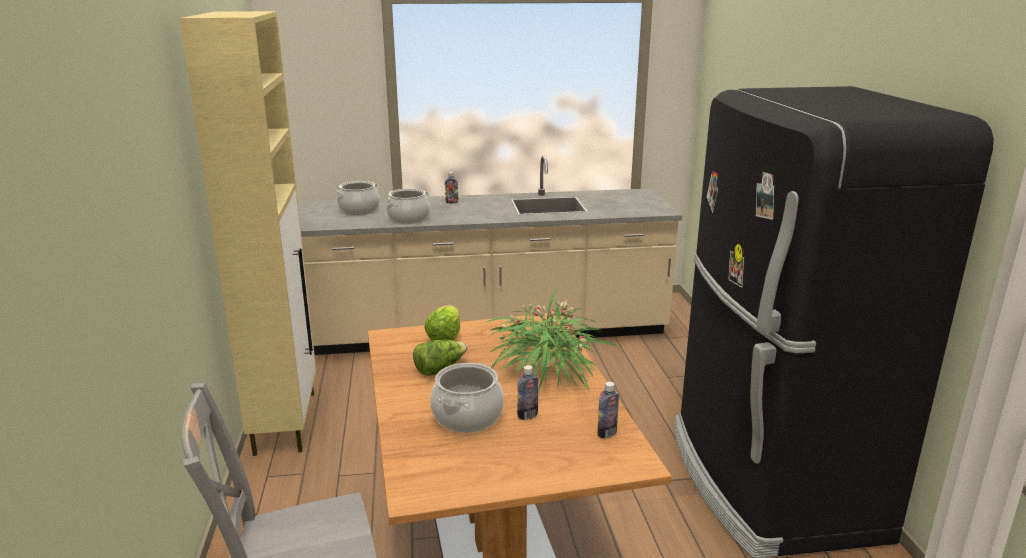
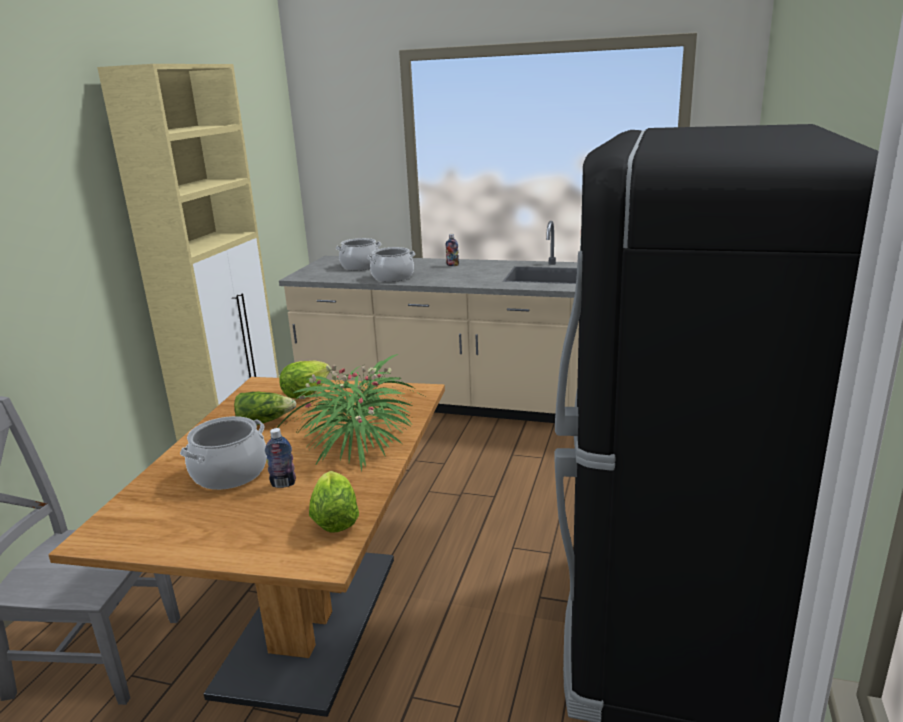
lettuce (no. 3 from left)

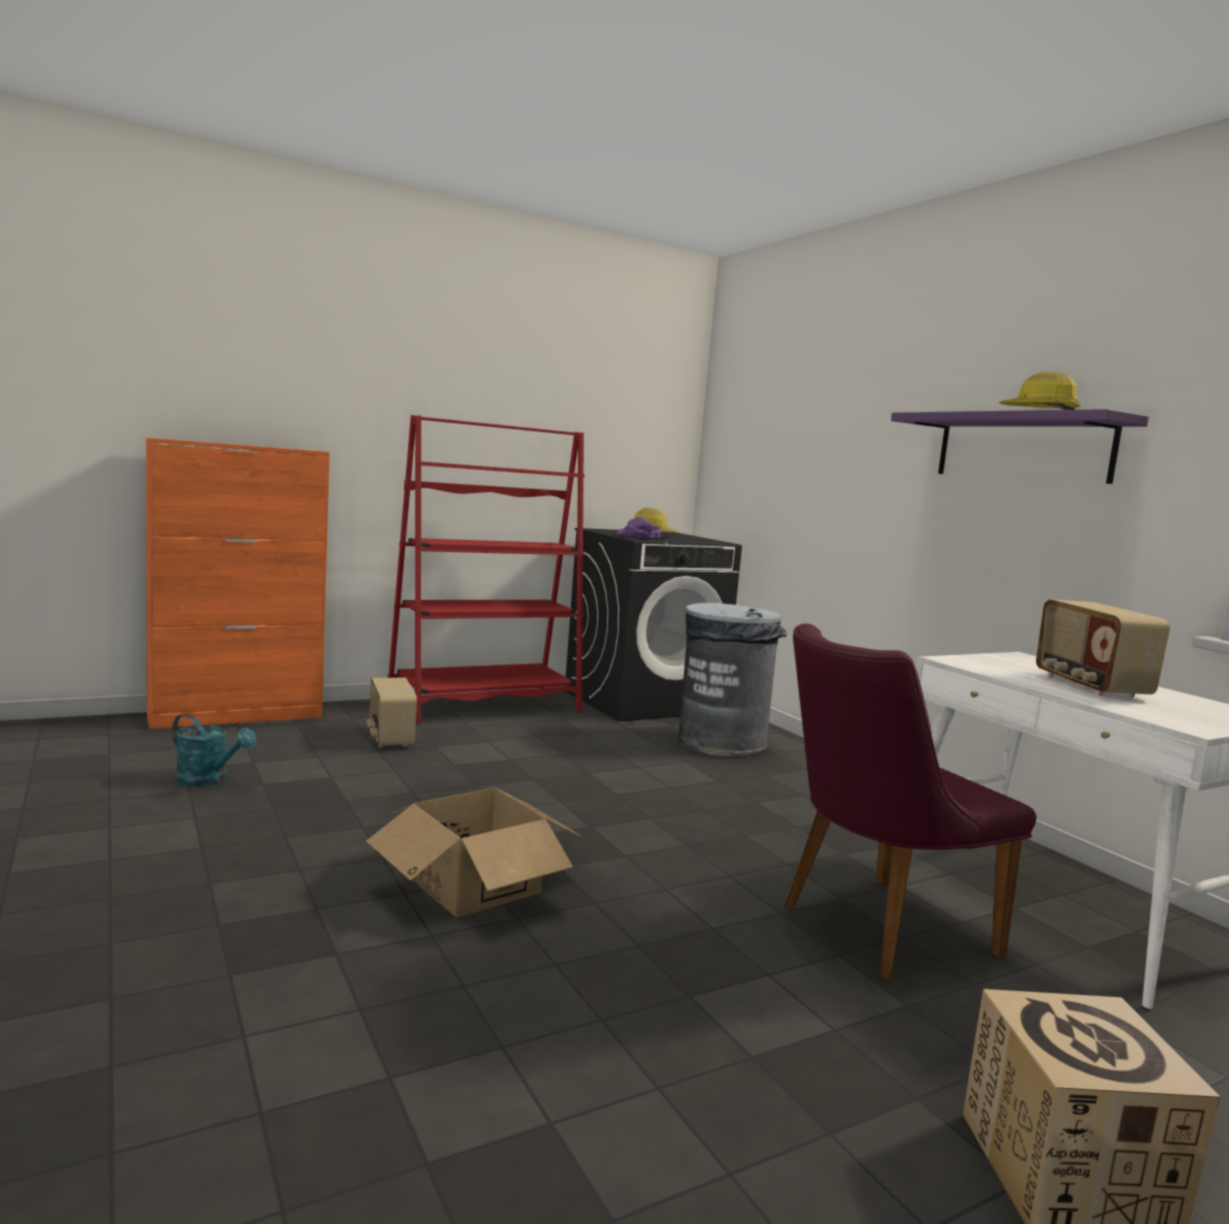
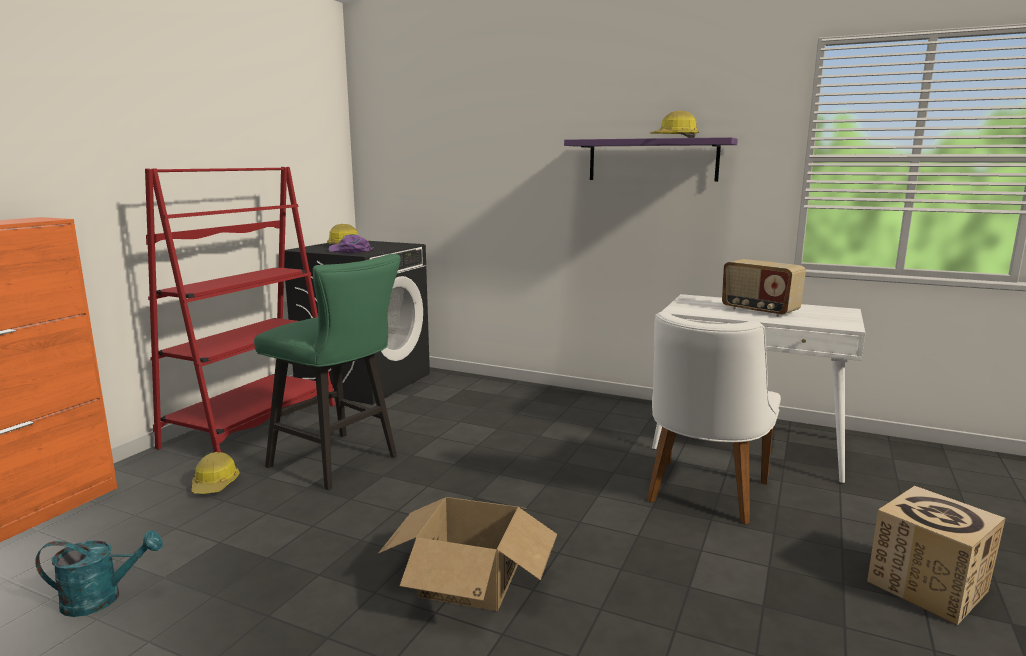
grey trash can; green stool; hard hat (no. 1 from left); white chair

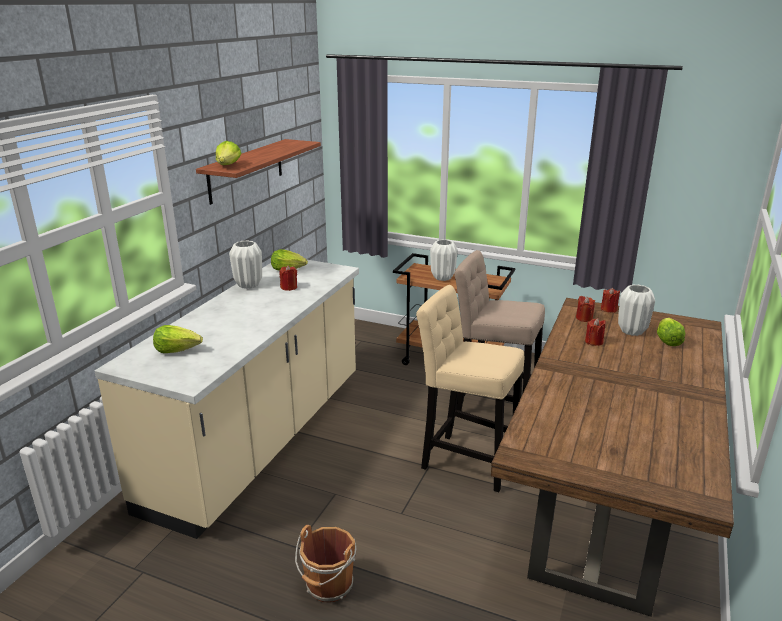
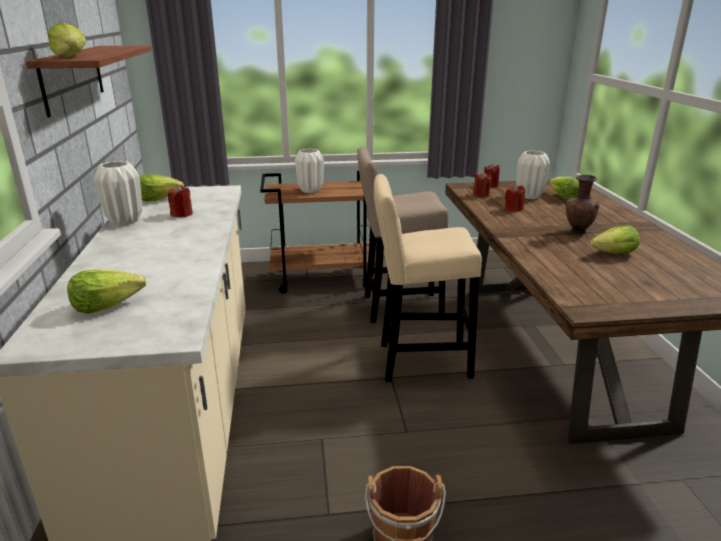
brown vase; lettuce (no. 5 from left)

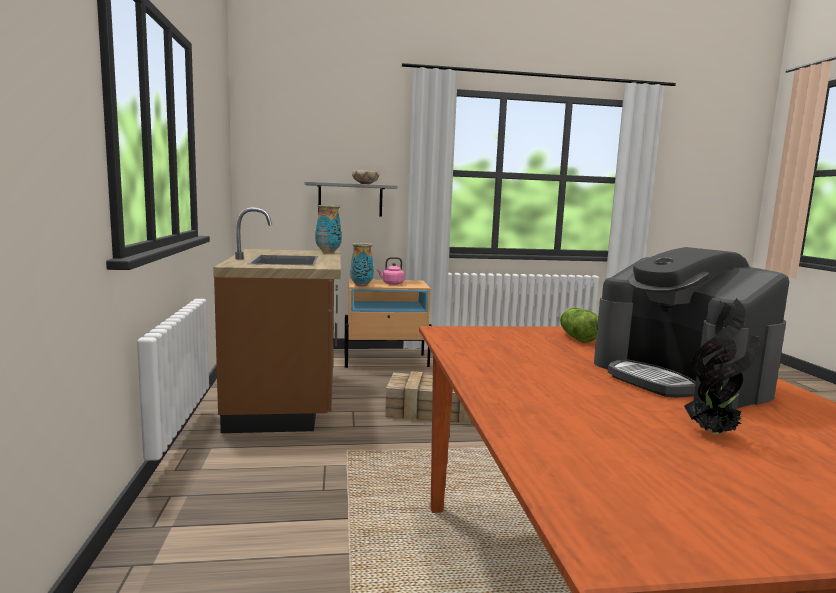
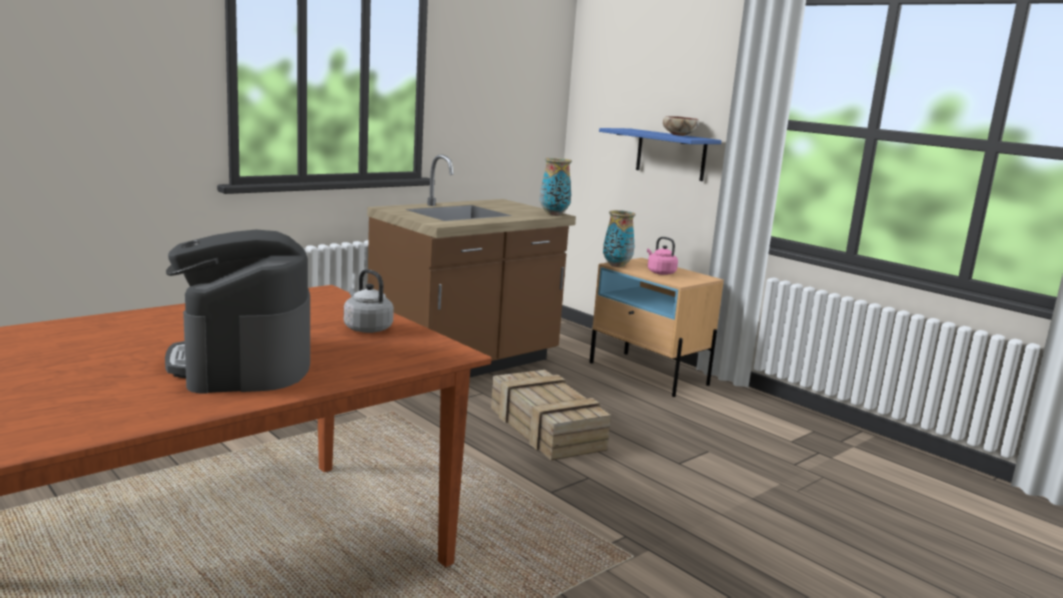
potted plant; grey kettle; blue shelf; coffee machine

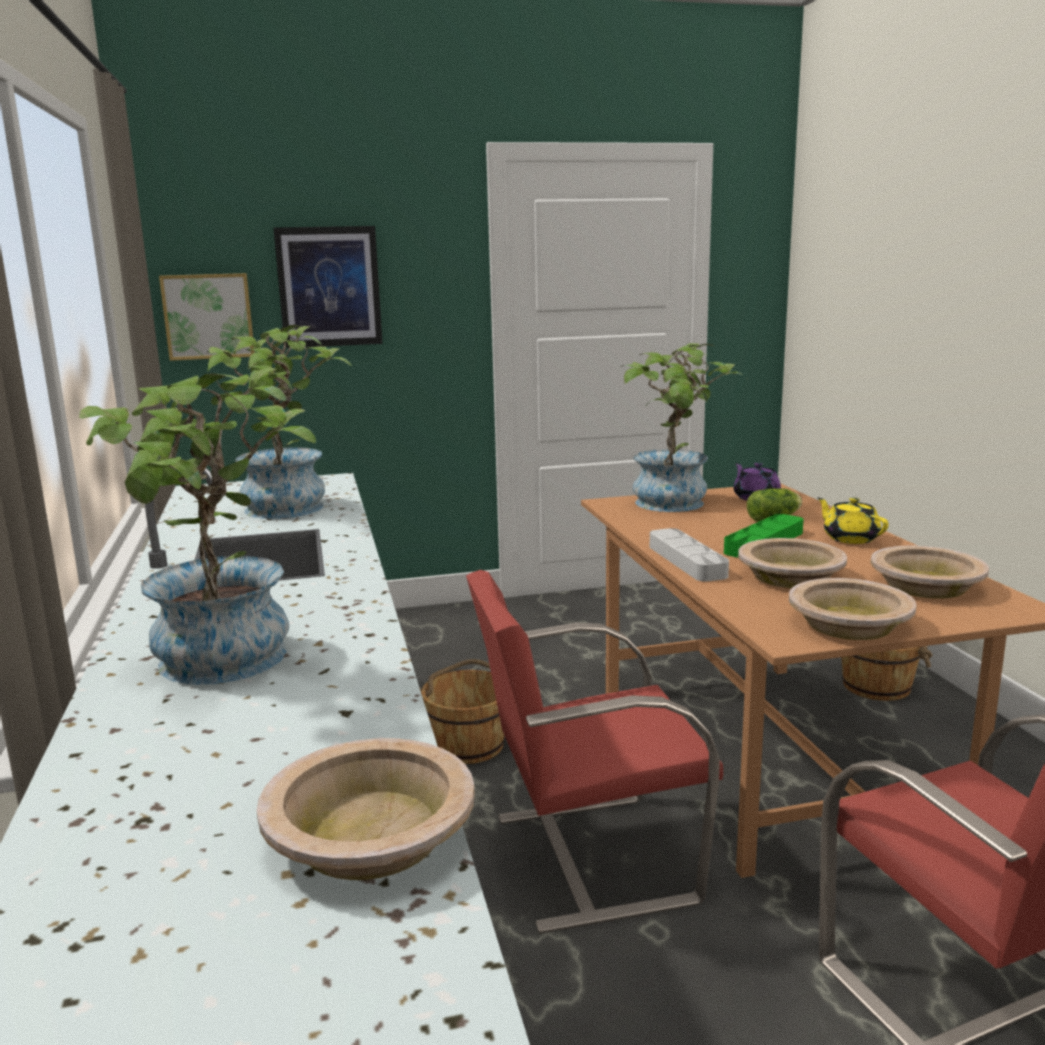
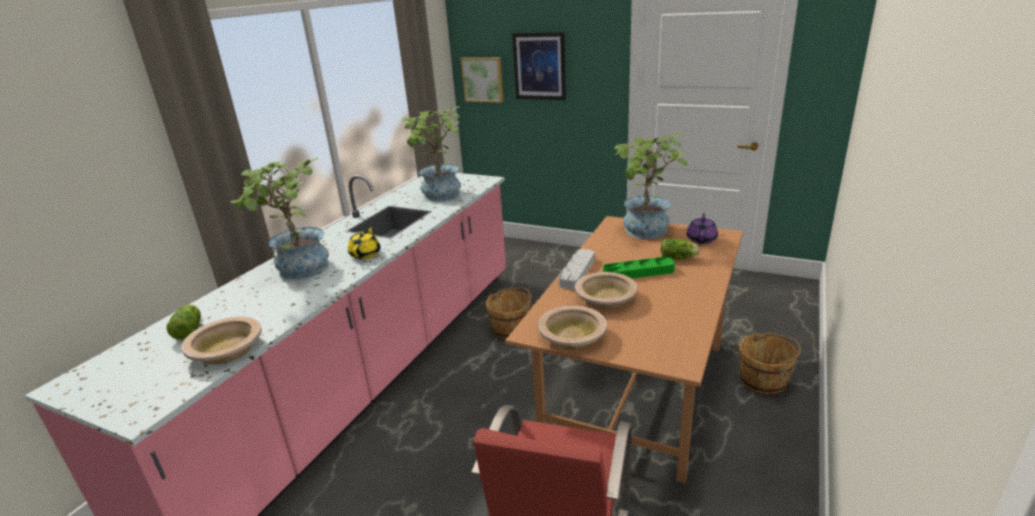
red chair (no. 1 from left in the first image); beige bowl (no. 4 from left in the first image); lettuce (no. 1 from left); yellow teapot

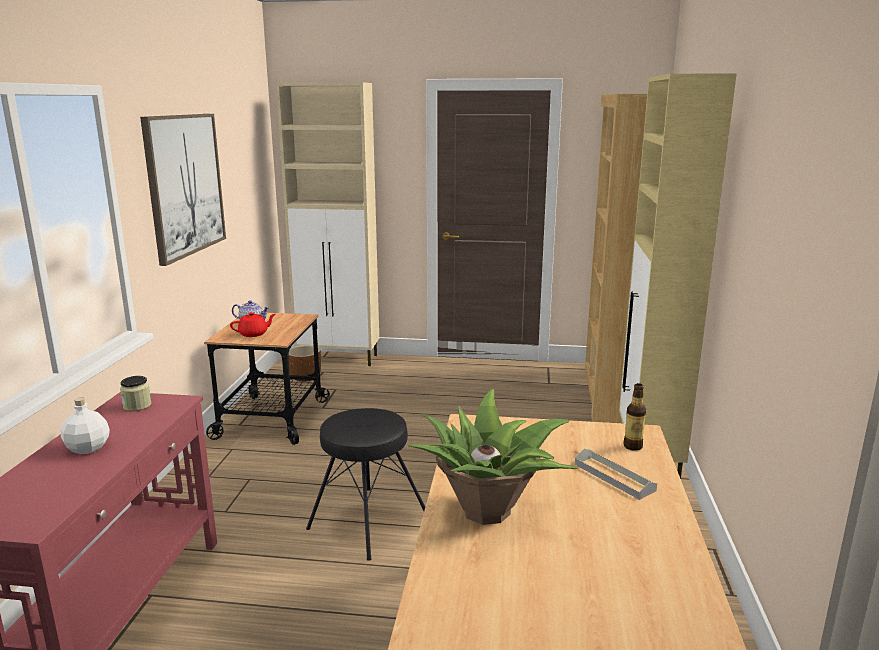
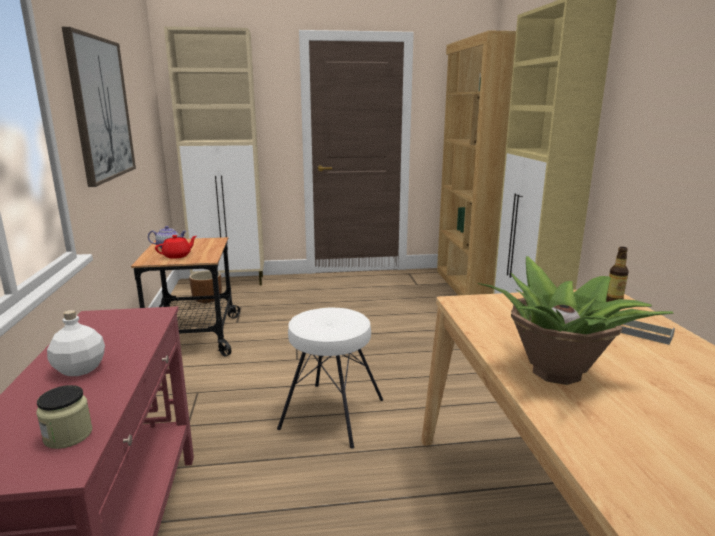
jar; white stool

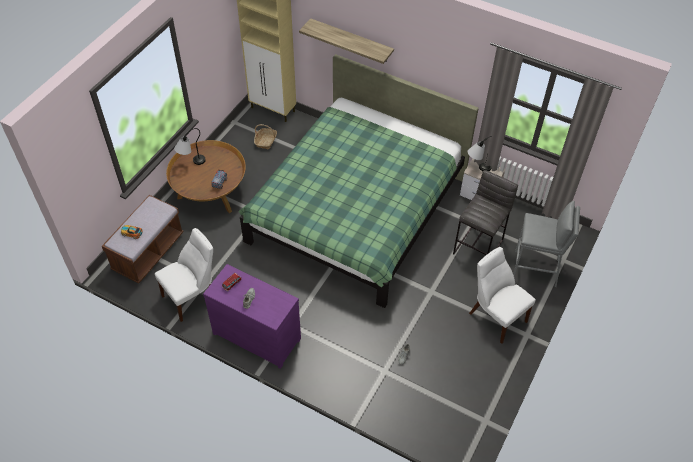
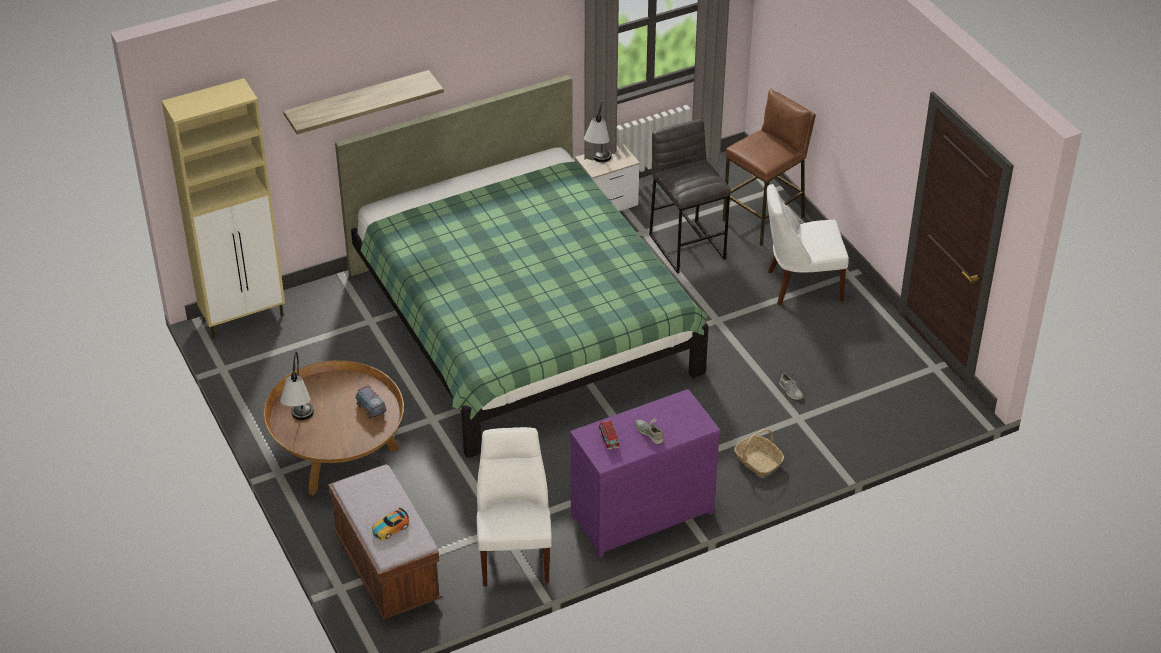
basket; brown stool

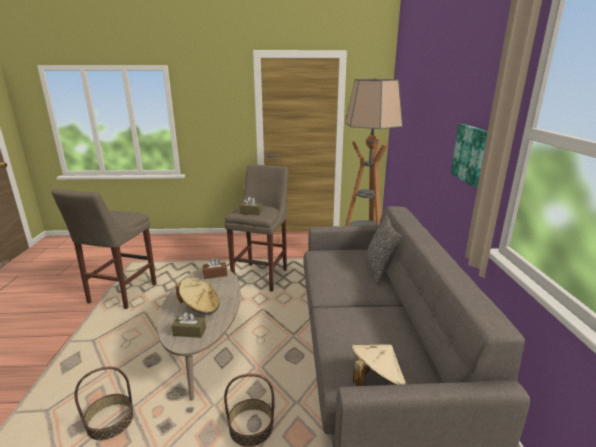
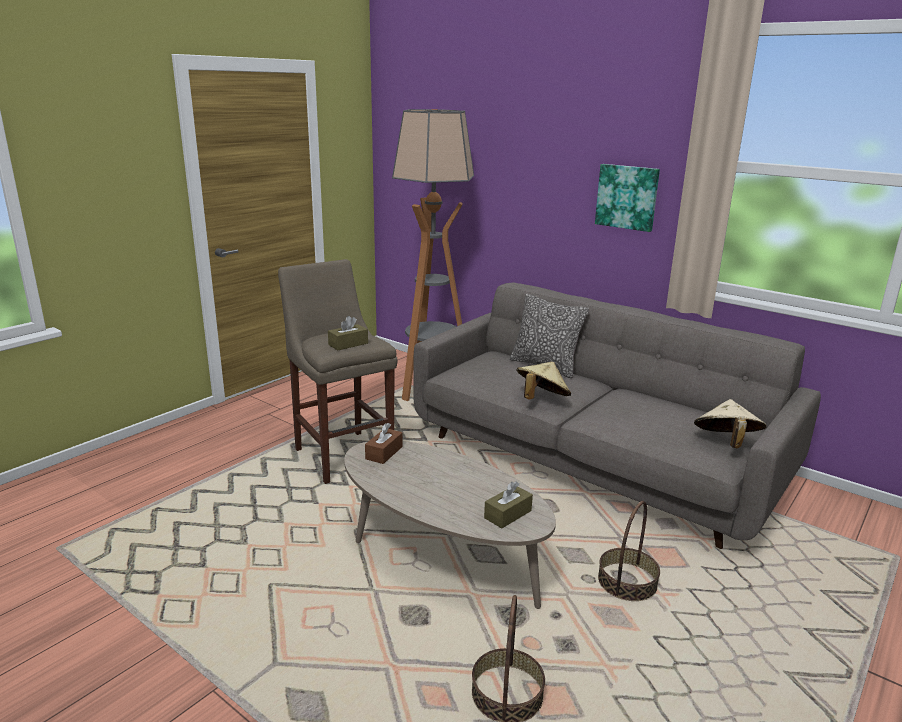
beige stool (no. 1 from left in the first image); beige hat (no. 1 from left)

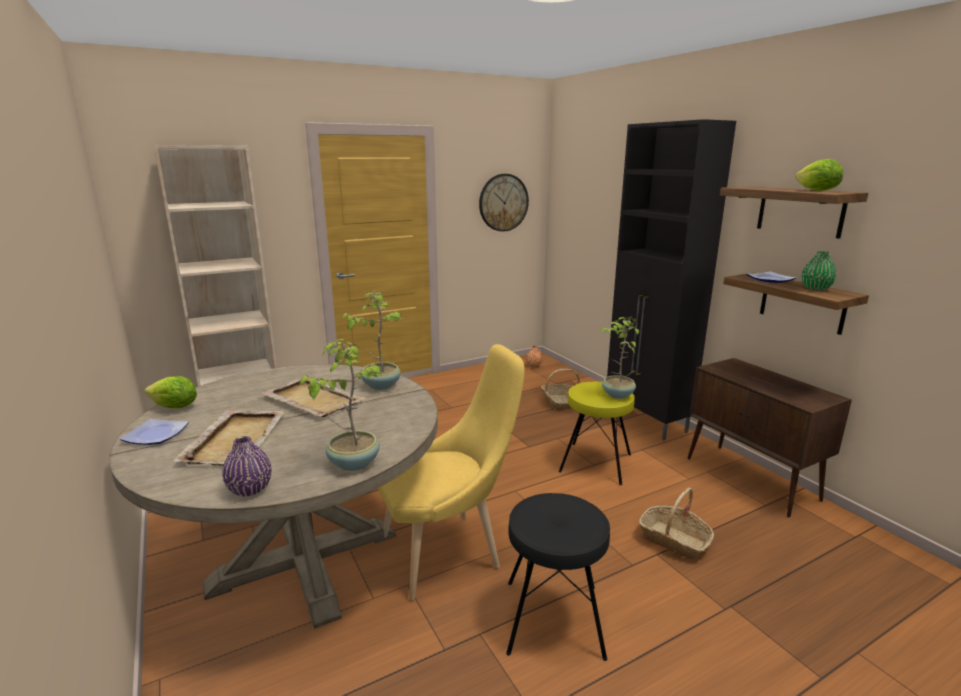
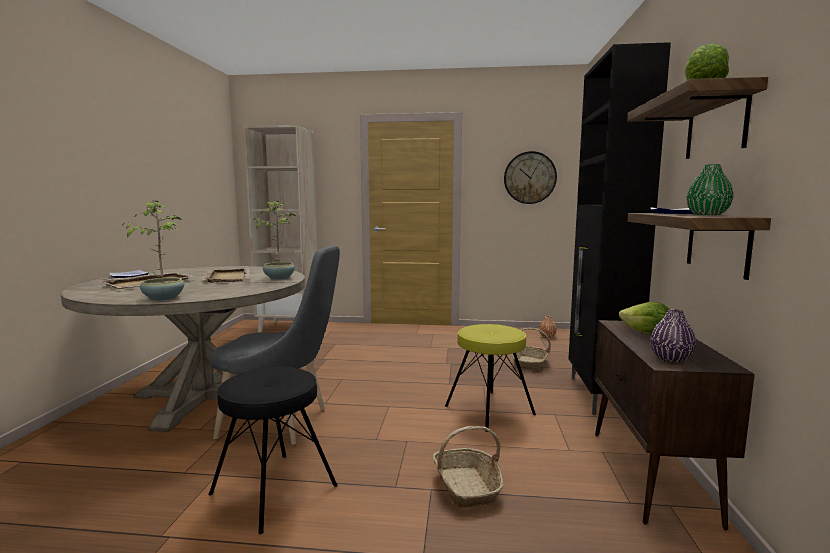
potted plant (no. 3 from left in the first image); lettuce (no. 1 from left); purple vase; grey chair

